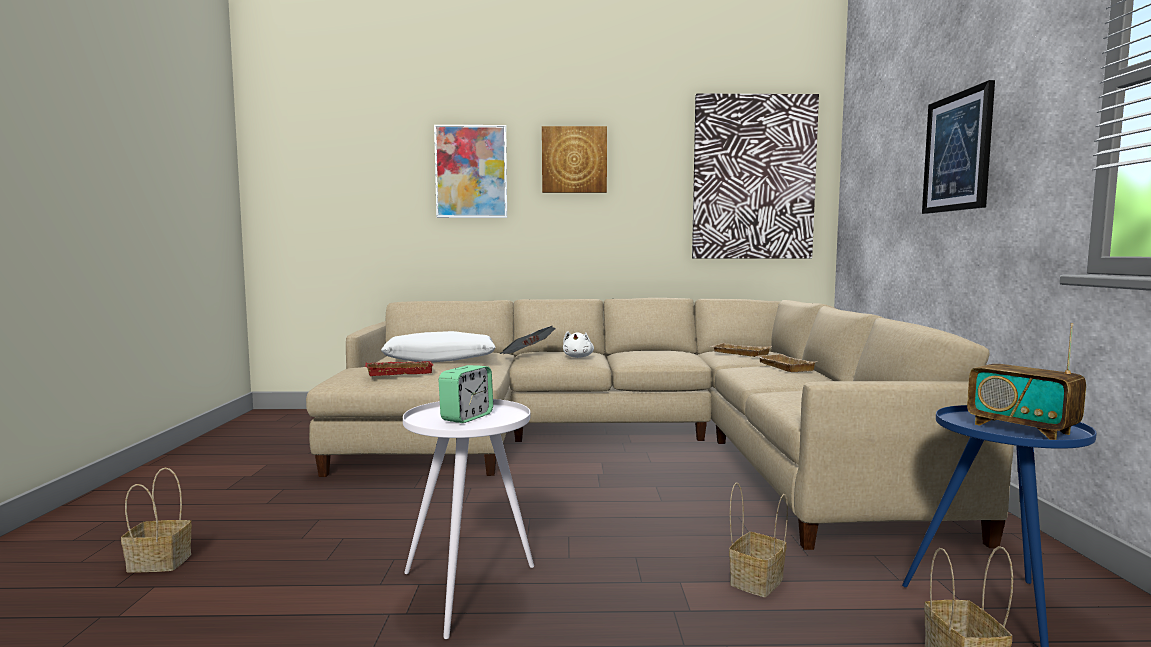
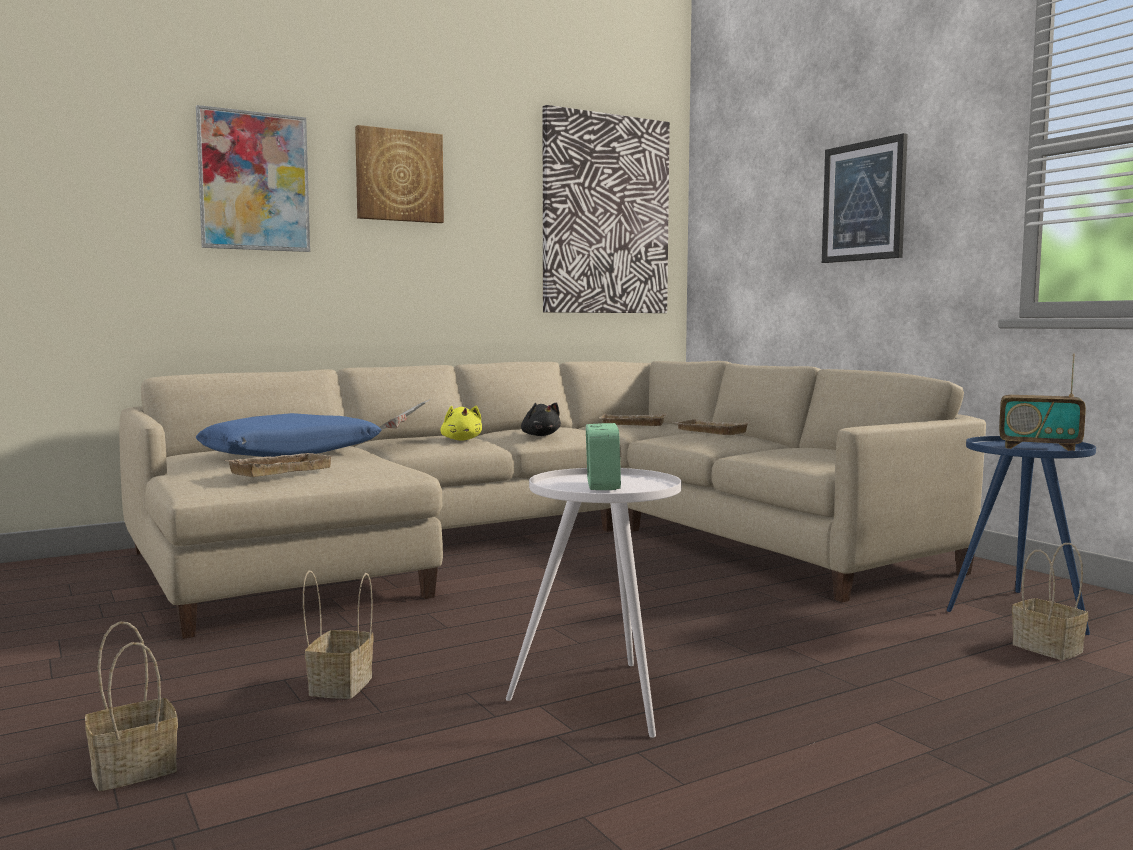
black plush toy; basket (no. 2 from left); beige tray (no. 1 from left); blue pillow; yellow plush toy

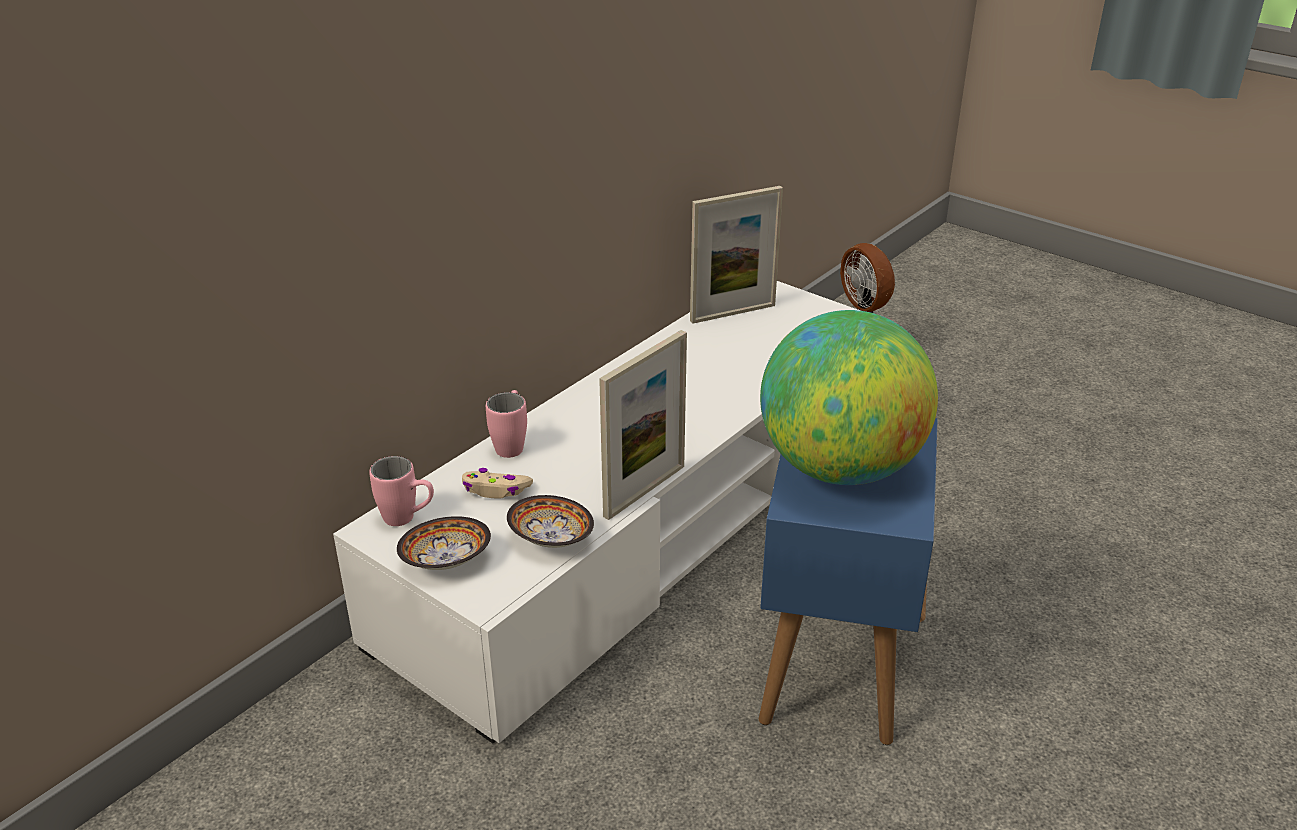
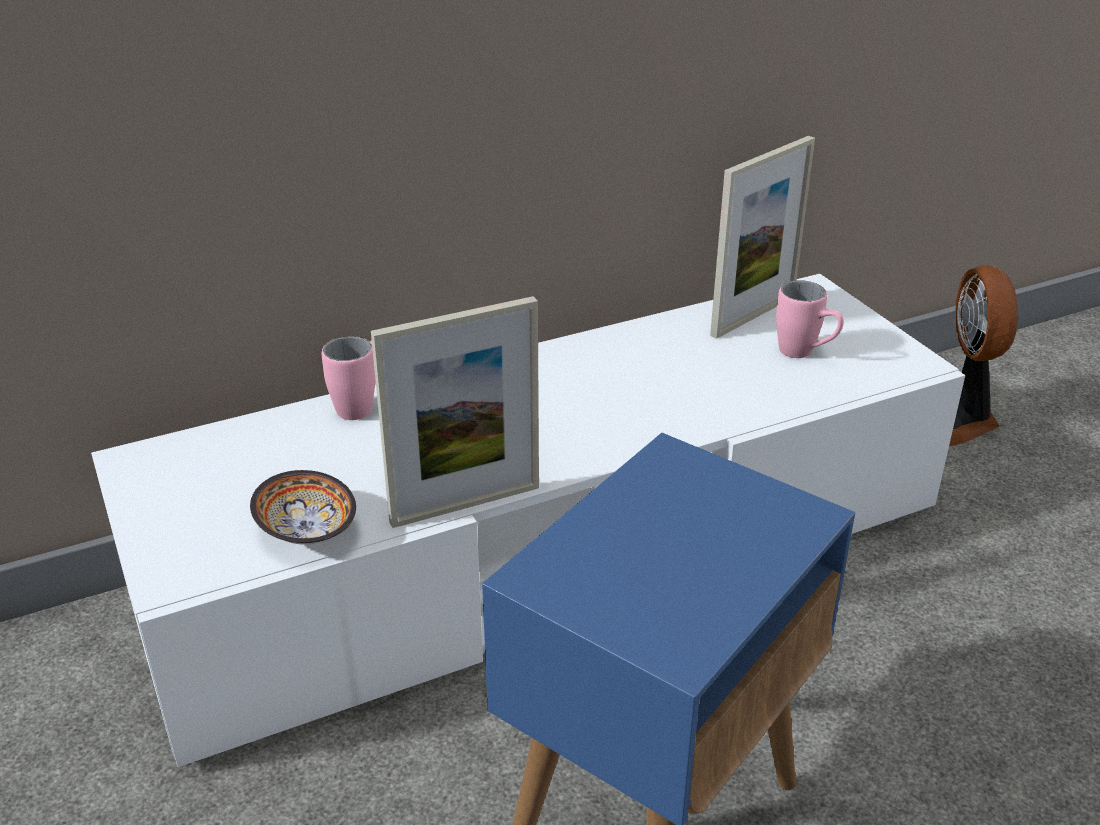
bowl (no. 1 from left in the first image); beige game controller; globe; pink mug (no. 2 from left); picture frame (no. 2 from left)

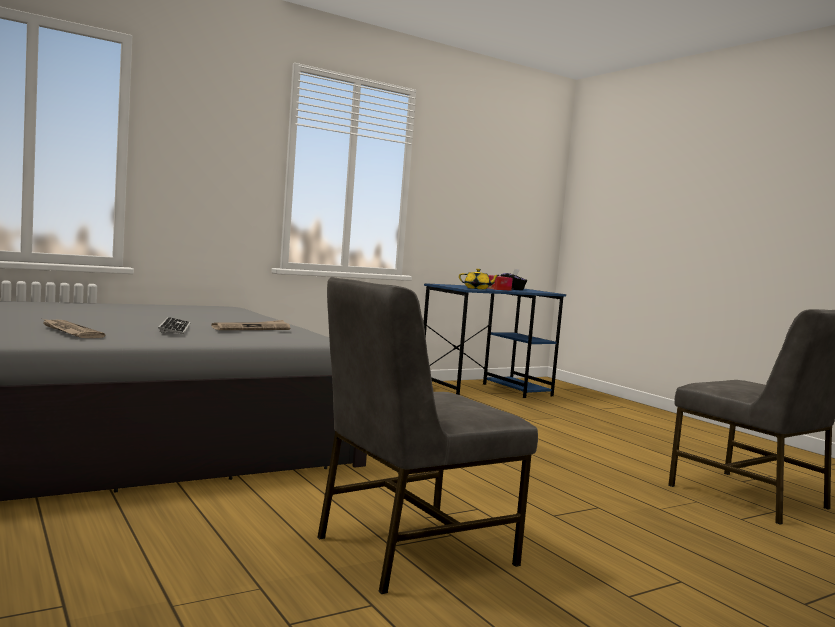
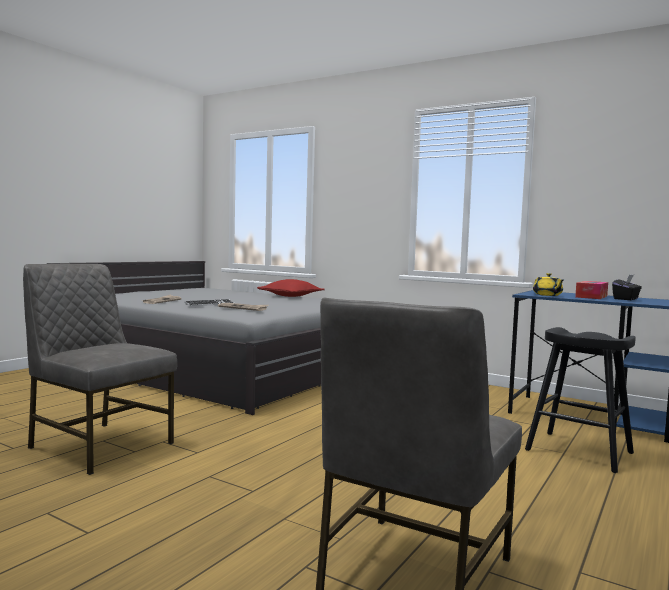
red pillow; black stool

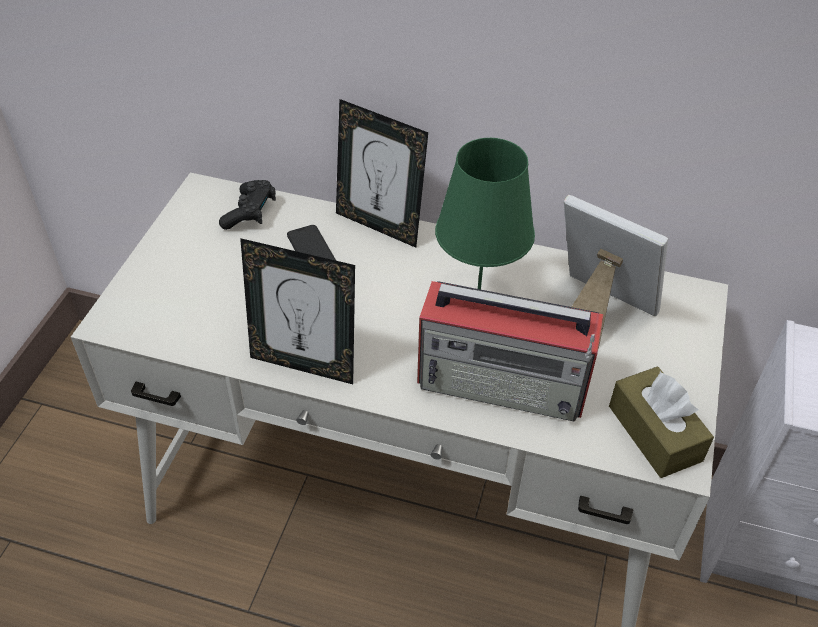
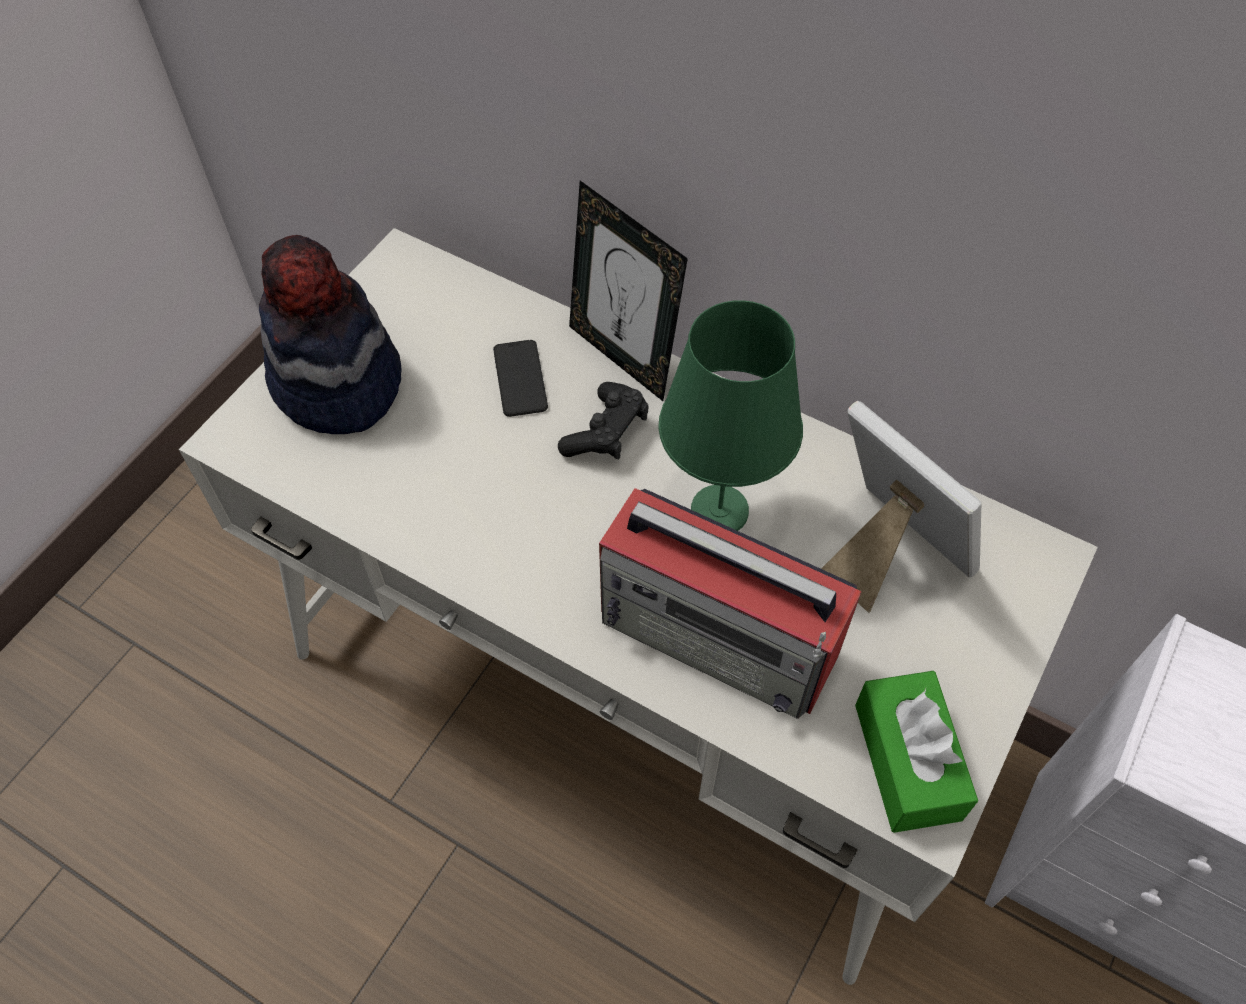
picture frame (no. 1 from left in the first image); hat; black game controller; green tissue box

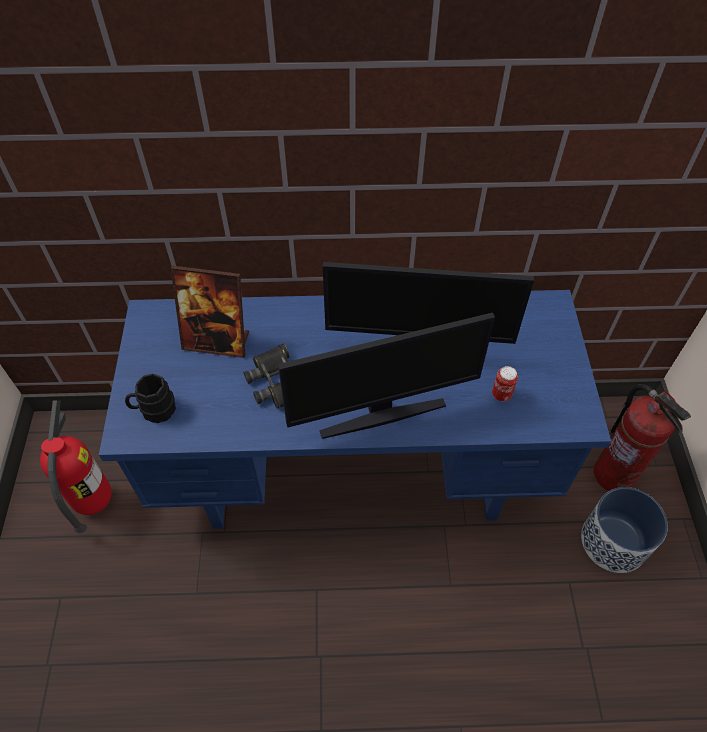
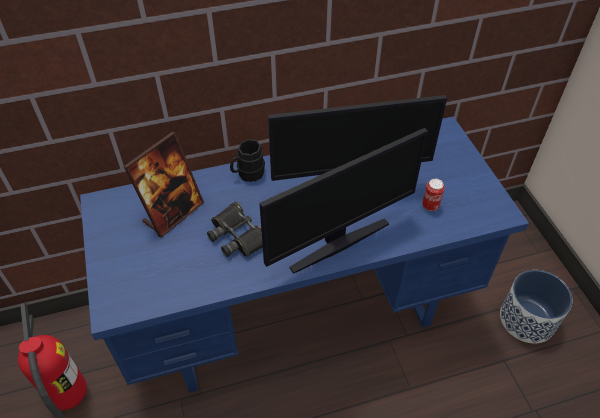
fire extinguisher (no. 2 from left in the first image); black mug; picture frame

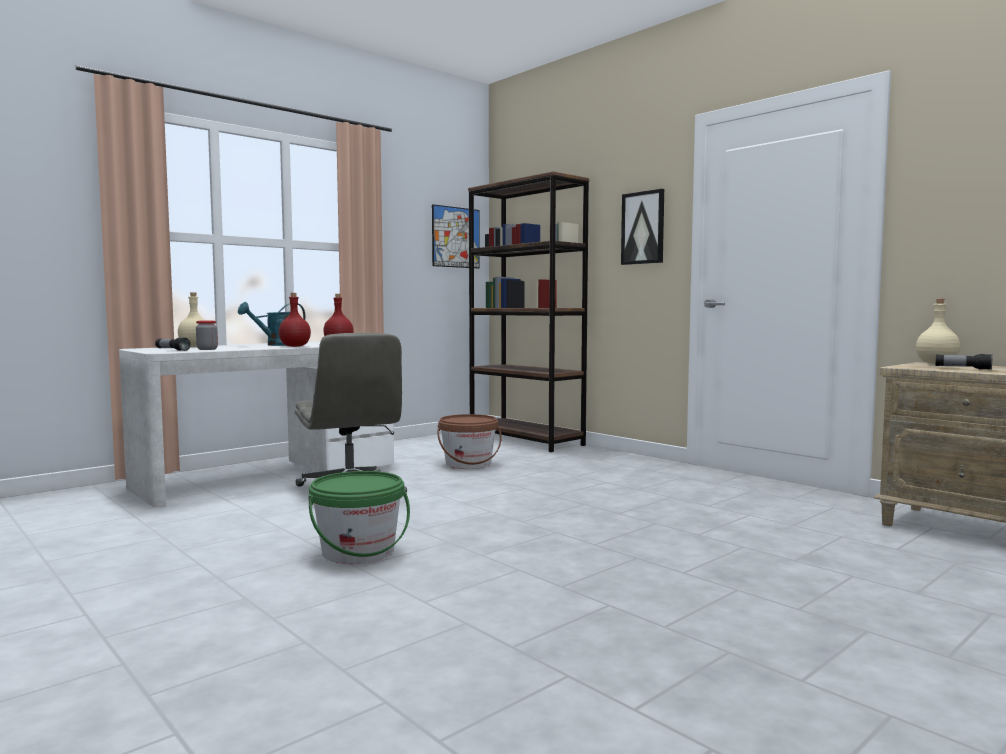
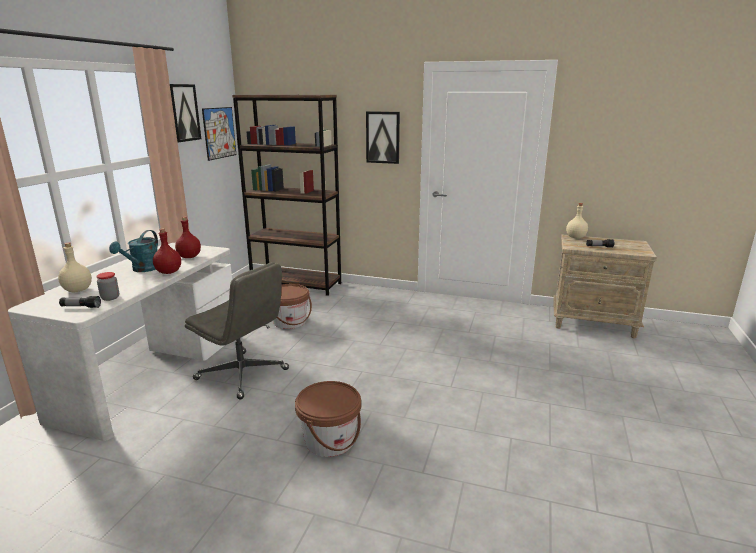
picture (no. 1 from left); brown bucket (no. 2 from left)

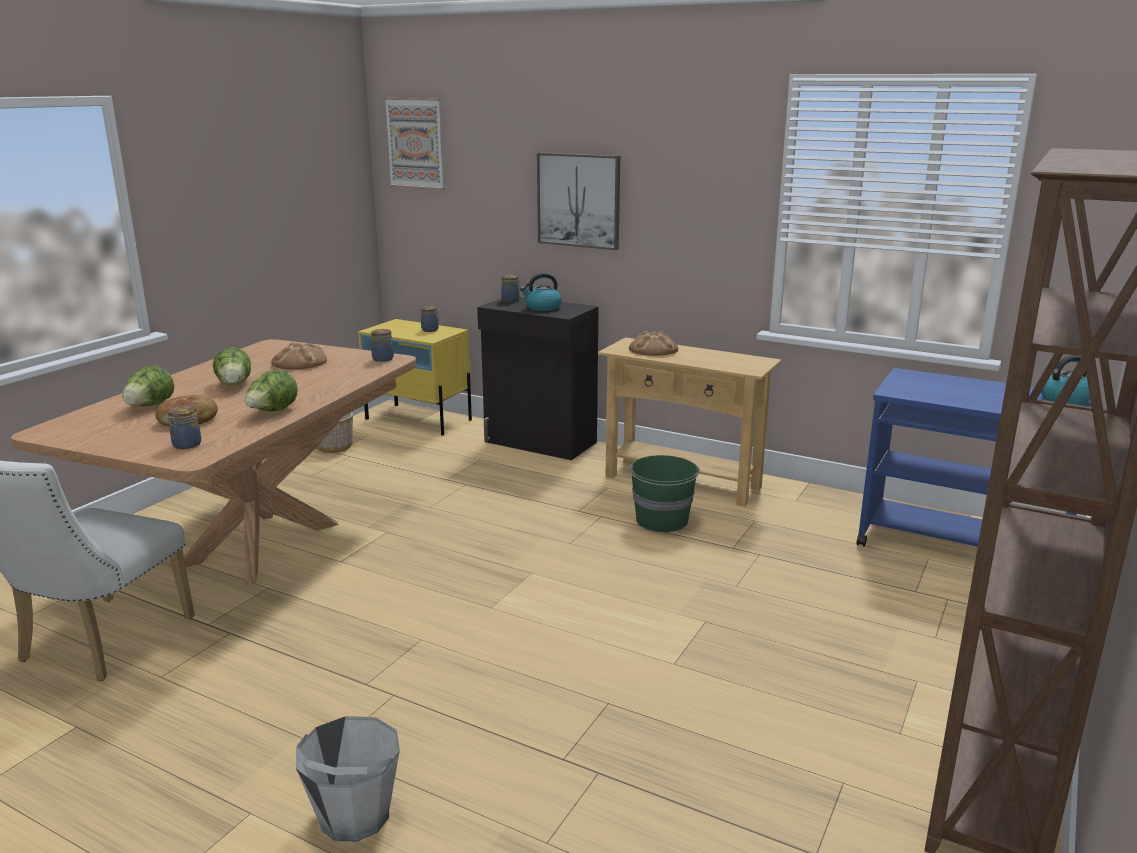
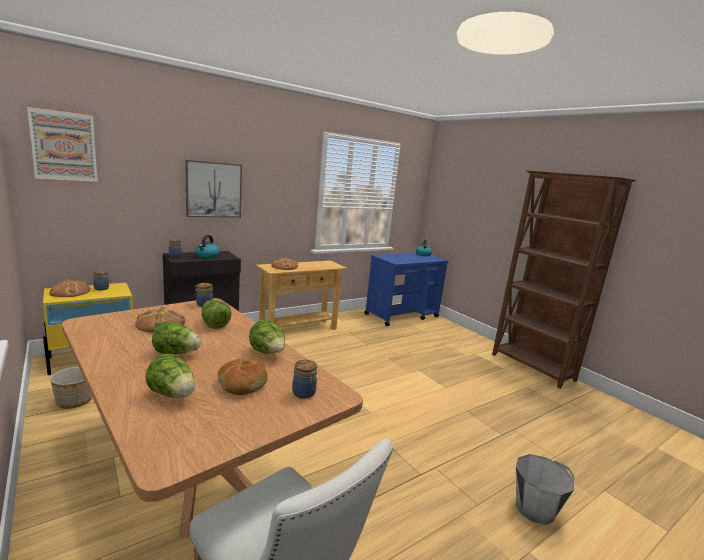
green bucket; bread (no. 1 from left); lettuce (no. 3 from left)

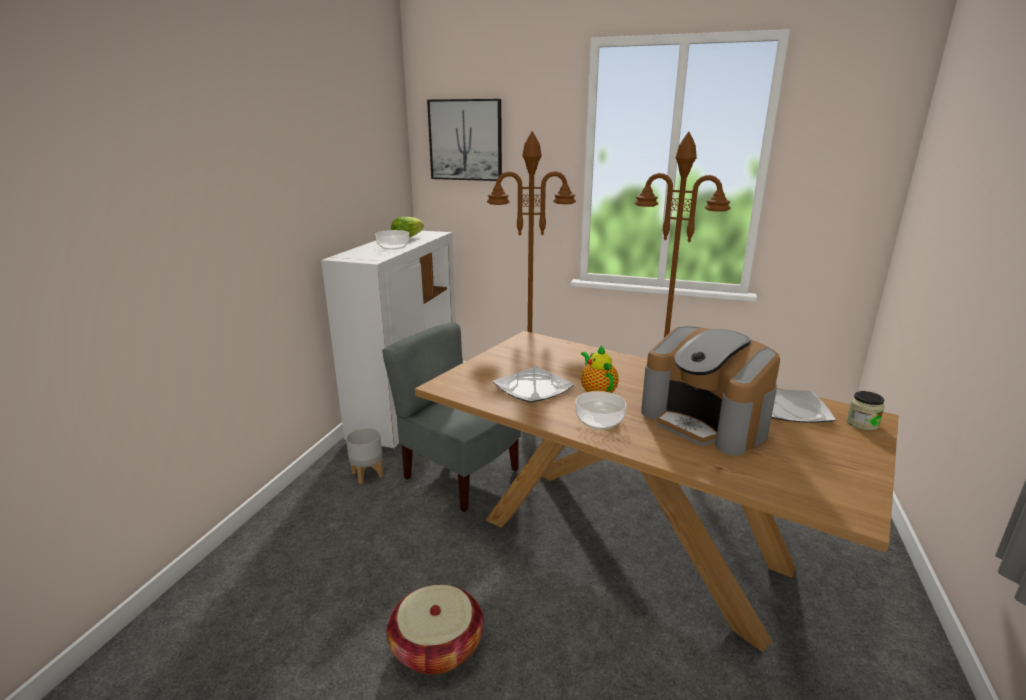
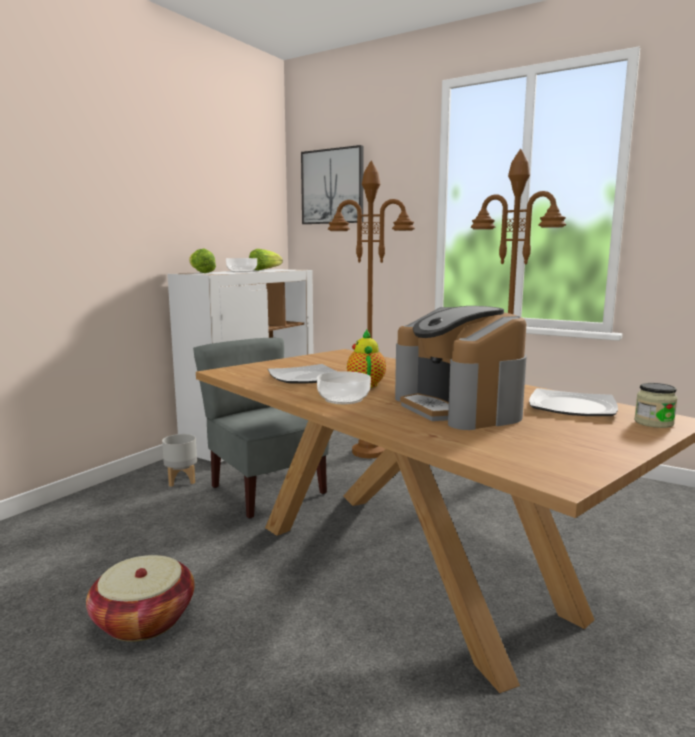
lettuce (no. 1 from left)

